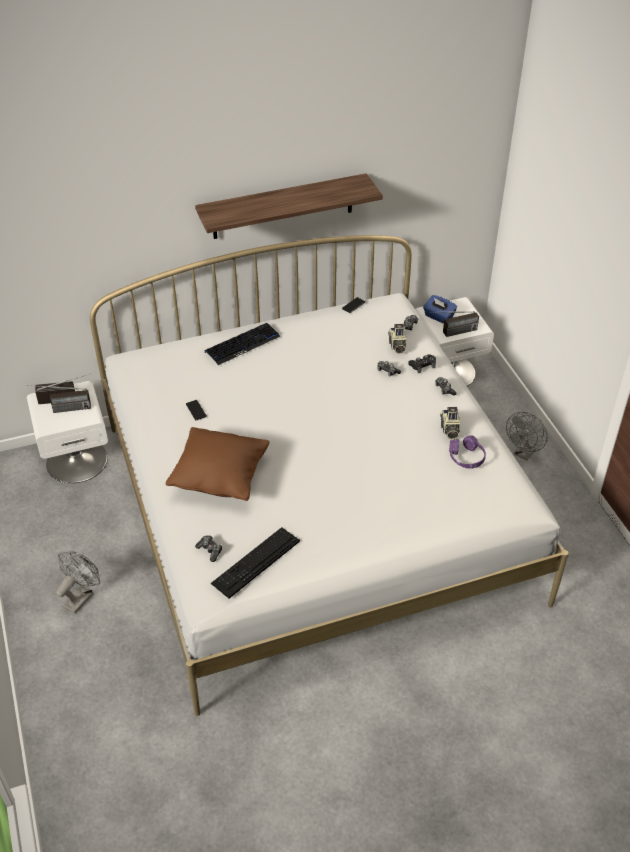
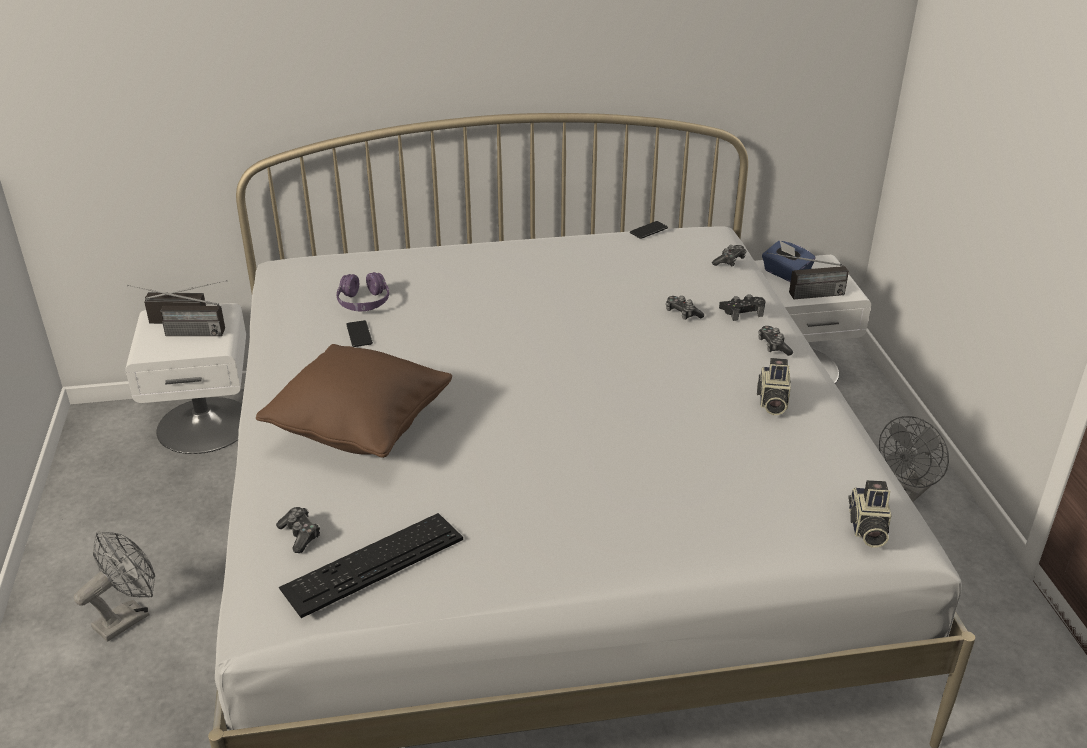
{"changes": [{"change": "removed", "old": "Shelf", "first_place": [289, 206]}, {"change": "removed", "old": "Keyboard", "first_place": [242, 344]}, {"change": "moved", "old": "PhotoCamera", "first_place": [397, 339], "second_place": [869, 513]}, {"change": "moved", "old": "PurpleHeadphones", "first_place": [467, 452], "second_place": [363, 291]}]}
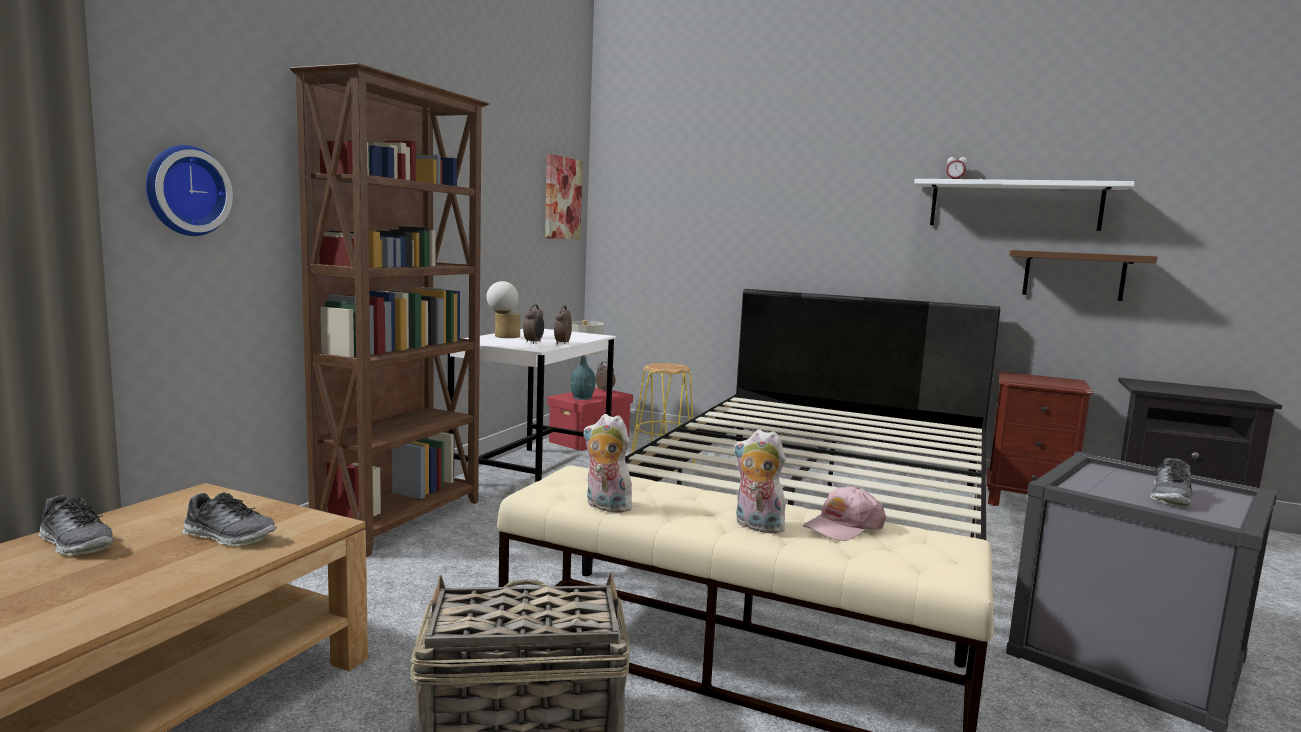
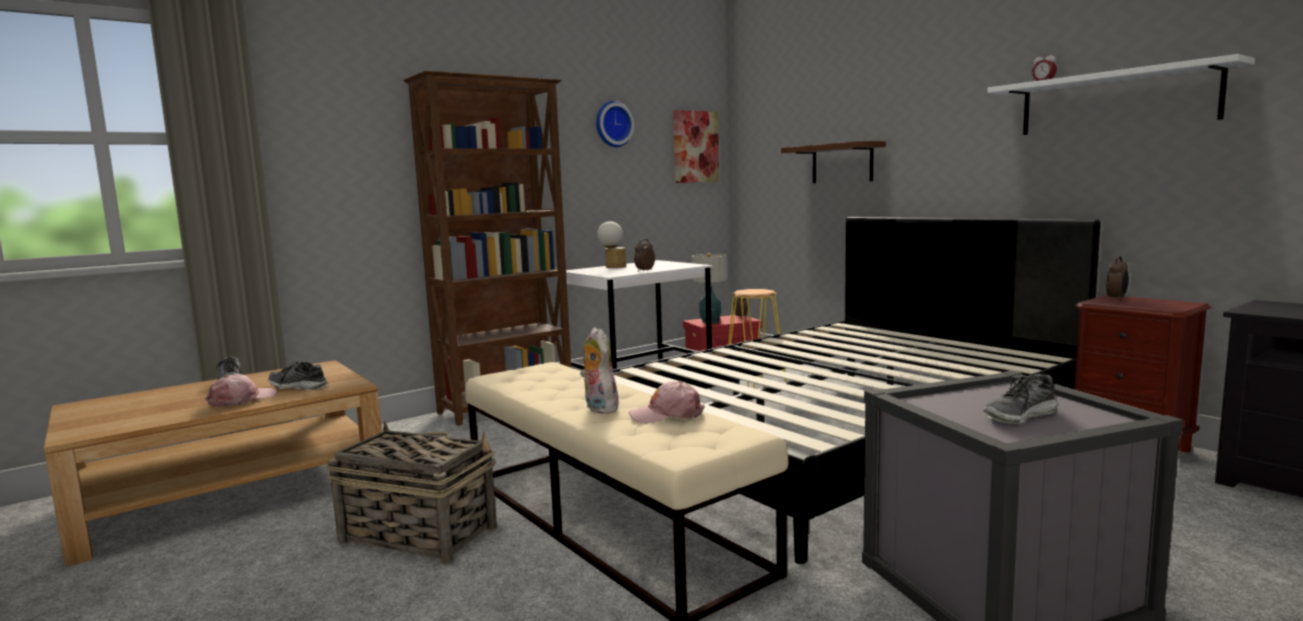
{"changes": [{"change": "moved", "old": "WallClock", "first_place": [189, 190], "second_place": [615, 124]}, {"change": "moved", "old": "BrownShelf", "first_place": [1083, 275], "second_place": [833, 162]}, {"change": "moved", "old": "AlarmClock", "first_place": [533, 324], "second_place": [1117, 278]}, {"change": "removed", "old": "PlushToy", "first_place": [609, 463]}, {"change": "turned", "old": "Shoe", "first_place": [229, 519], "second_place": [298, 376], "degrees": 150}, {"change": "added", "new": "PinkCap", "second_place": [241, 390]}]}
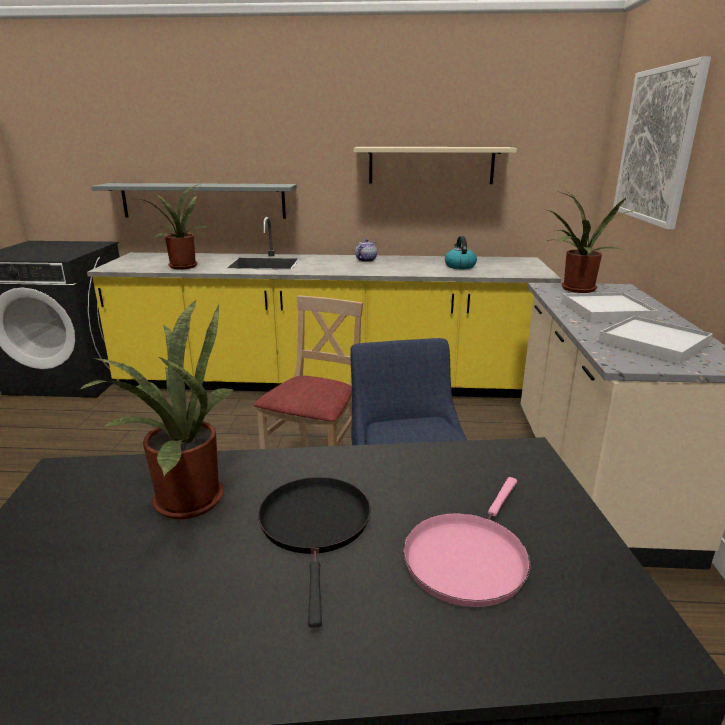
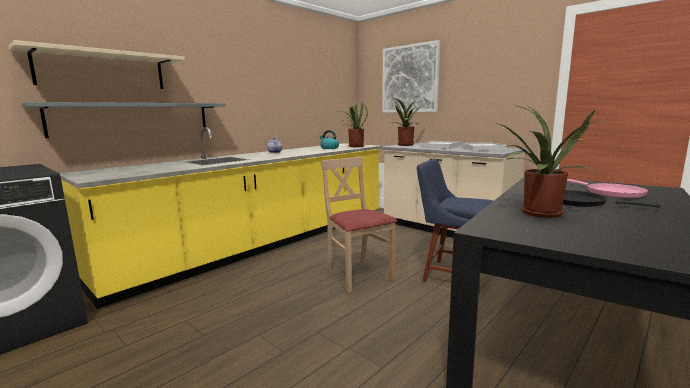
{"changes": [{"change": "moved", "old": "BeigeShelf", "first_place": [435, 165], "second_place": [96, 64]}, {"change": "moved", "old": "PottedPlant", "first_place": [175, 226], "second_place": [353, 124]}]}
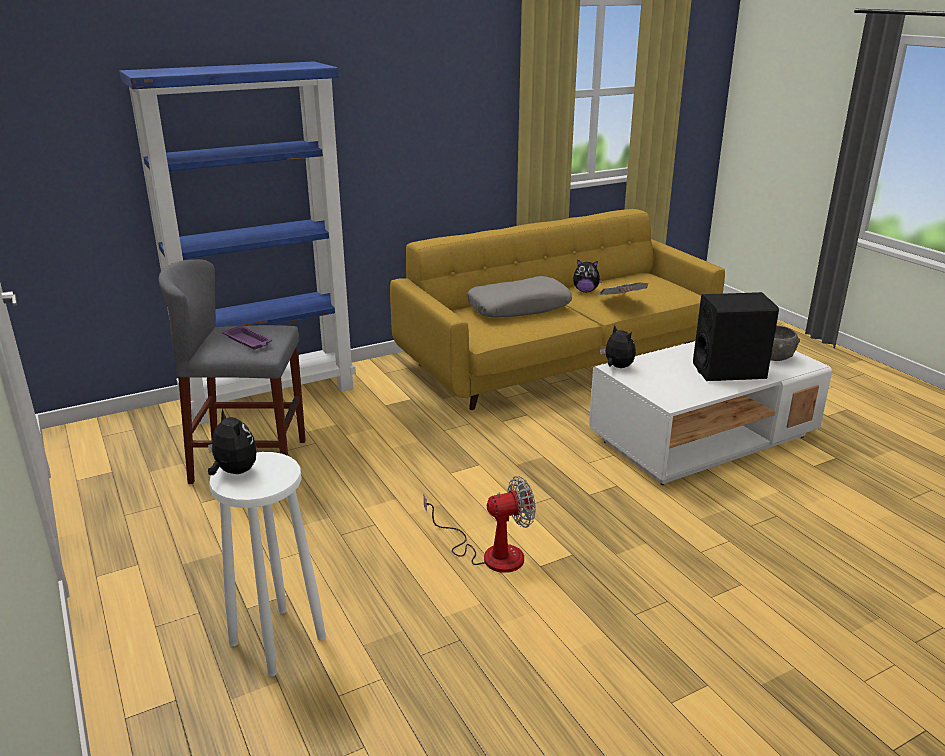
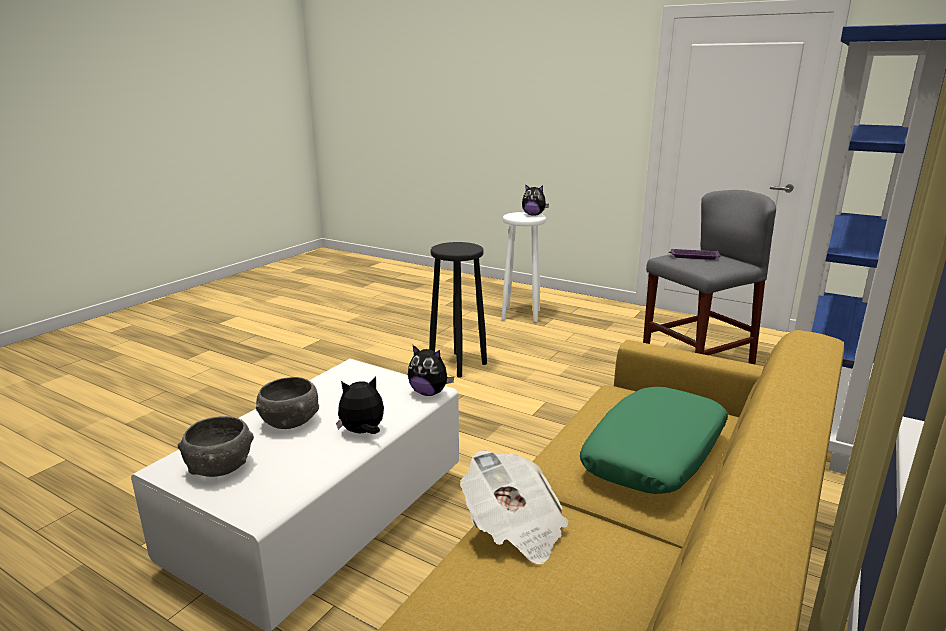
{"changes": [{"change": "moved", "old": "PlushToy", "first_place": [587, 276], "second_place": [360, 405]}, {"change": "recoloured", "old": "GreyPillow", "new": "GreenPillow", "first_place": [519, 297], "second_place": [654, 440]}, {"change": "replaced", "old": "BlackSpeaker", "new": "GreyBowl", "first_place": [736, 336], "second_place": [287, 403]}, {"change": "replaced", "old": "Fan", "new": "BlackStool", "first_place": [480, 524], "second_place": [458, 310]}]}
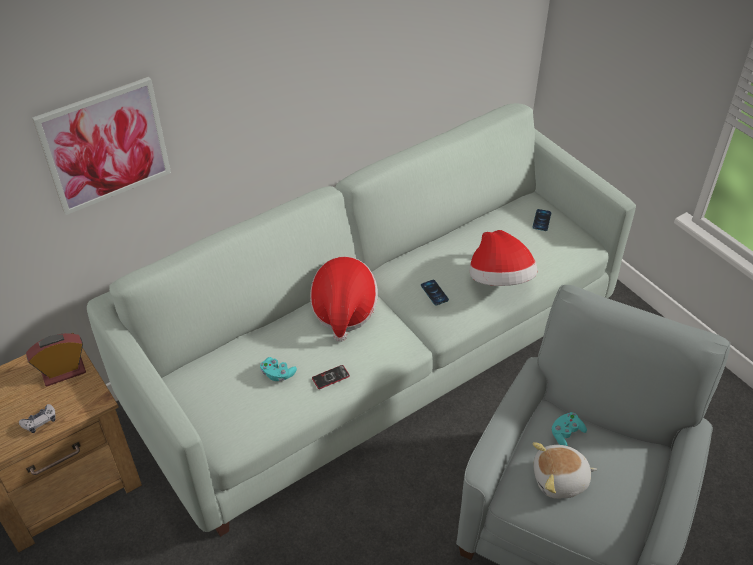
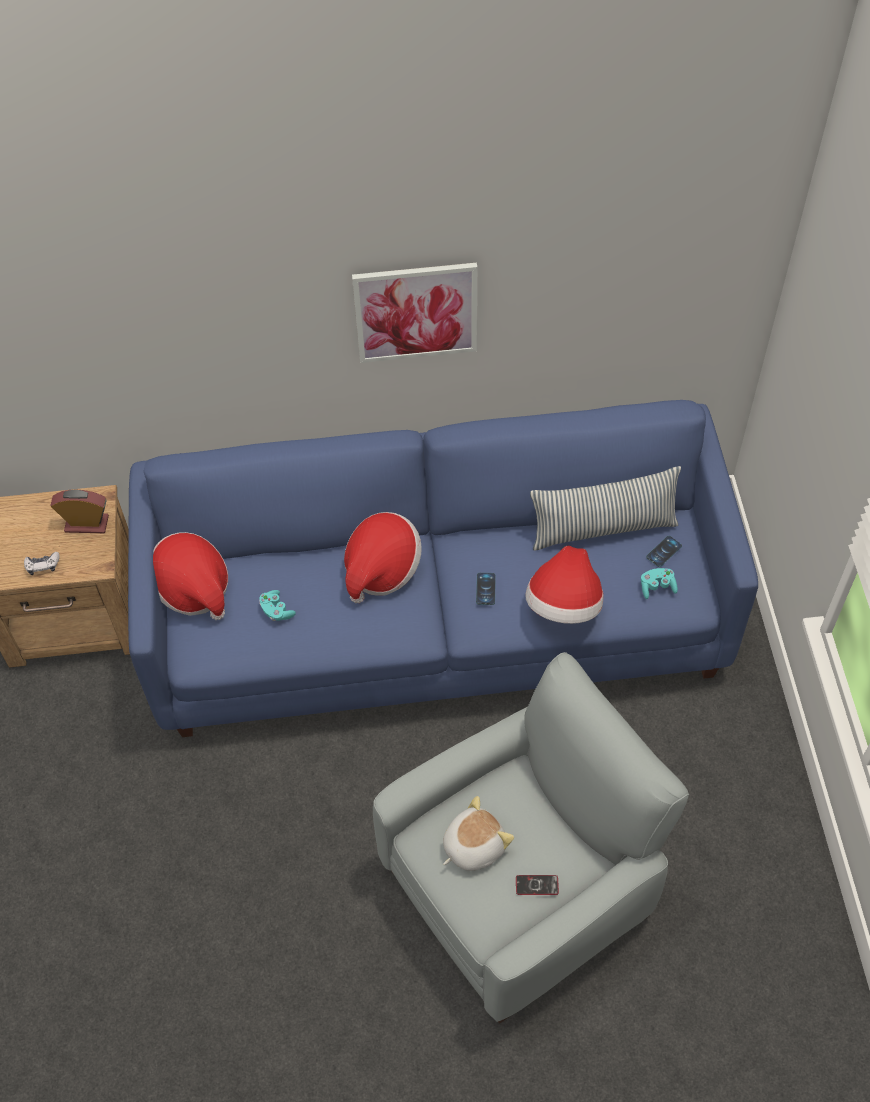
{"changes": [{"change": "moved", "old": "Picture", "first_place": [101, 146], "second_place": [414, 313]}, {"change": "recoloured", "old": "WhiteSofa", "new": "BlueSofa", "first_place": [361, 320], "second_place": [443, 568]}, {"change": "moved", "old": "Phone", "first_place": [331, 377], "second_place": [537, 885]}, {"change": "moved", "old": "TurquoiseGameController", "first_place": [569, 429], "second_place": [659, 583]}, {"change": "turned", "old": "PlushToy", "first_place": [564, 470], "second_place": [478, 833], "degrees": 120}, {"change": "added", "new": "Pillow", "second_place": [605, 508]}, {"change": "added", "new": "Hat", "second_place": [190, 576]}]}
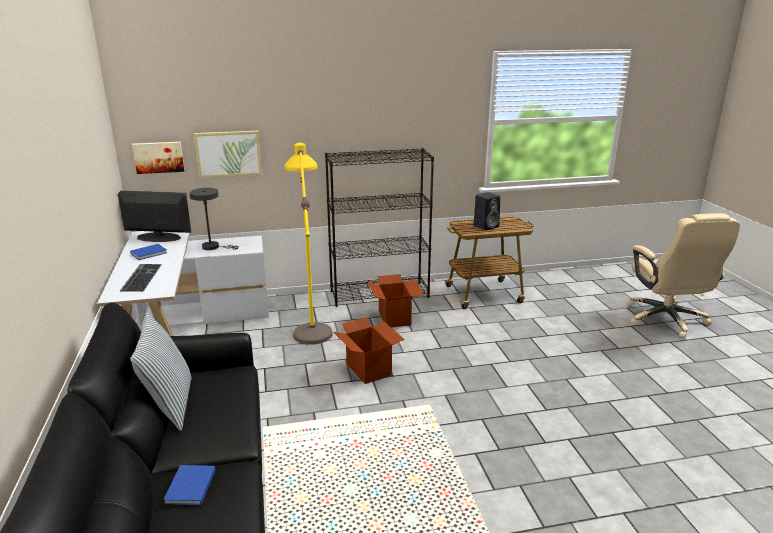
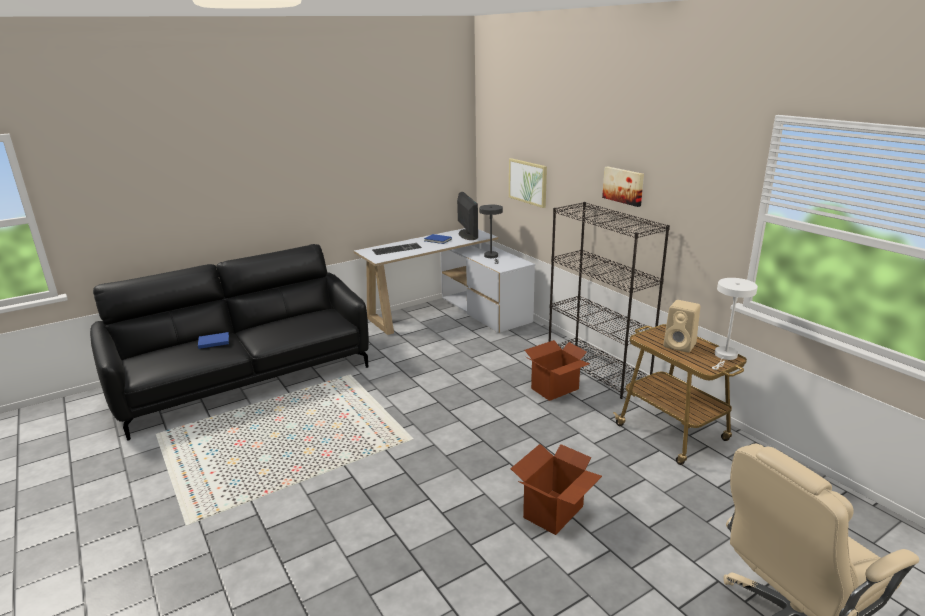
{"changes": [{"change": "moved", "old": "Picture", "first_place": [158, 158], "second_place": [623, 186]}, {"change": "removed", "old": "YellowFloorLamp", "first_place": [309, 244]}, {"change": "recoloured", "old": "BlackSpeaker", "new": "BeigeSpeaker", "first_place": [486, 211], "second_place": [681, 326]}, {"change": "removed", "old": "Pillow", "first_place": [161, 371]}, {"change": "moved", "old": "CardboardBox", "first_place": [369, 350], "second_place": [556, 489]}, {"change": "added", "new": "WhiteTableLamp", "second_place": [735, 324]}]}
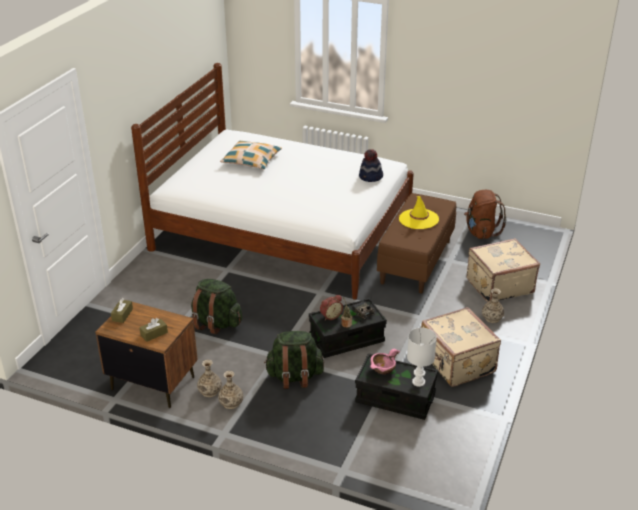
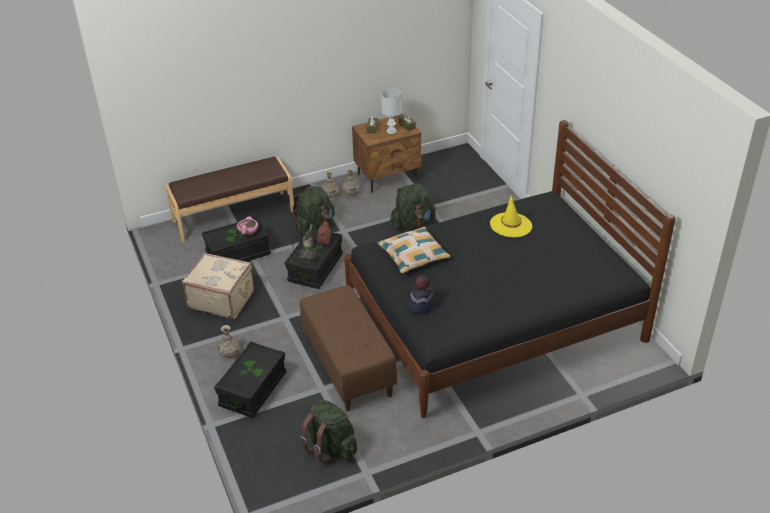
{"changes": [{"change": "recoloured", "old": "WhiteBed", "new": "BlackBed", "first_place": [272, 181], "second_place": [510, 269]}, {"change": "moved", "old": "Pillow", "first_place": [251, 155], "second_place": [414, 250]}, {"change": "recoloured", "old": "BrownBackpack", "new": "GreenBackpack", "first_place": [485, 214], "second_place": [328, 431]}, {"change": "moved", "old": "YellowHat", "first_place": [419, 212], "second_place": [511, 216]}, {"change": "replaced", "old": "BeigeSuitcase", "new": "BlackStorageBox", "first_place": [503, 270], "second_place": [250, 379]}, {"change": "moved", "old": "WhiteTableLamp", "first_place": [422, 357], "second_place": [391, 111]}, {"change": "added", "new": "BrownBench", "second_place": [229, 199]}]}
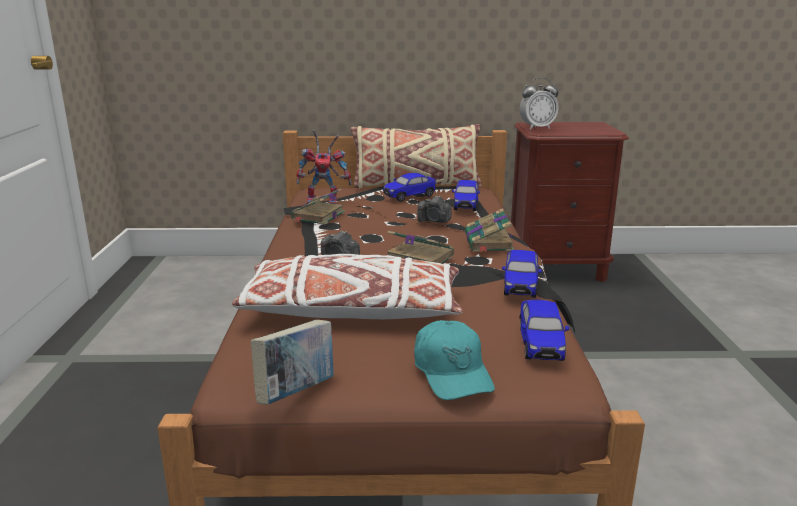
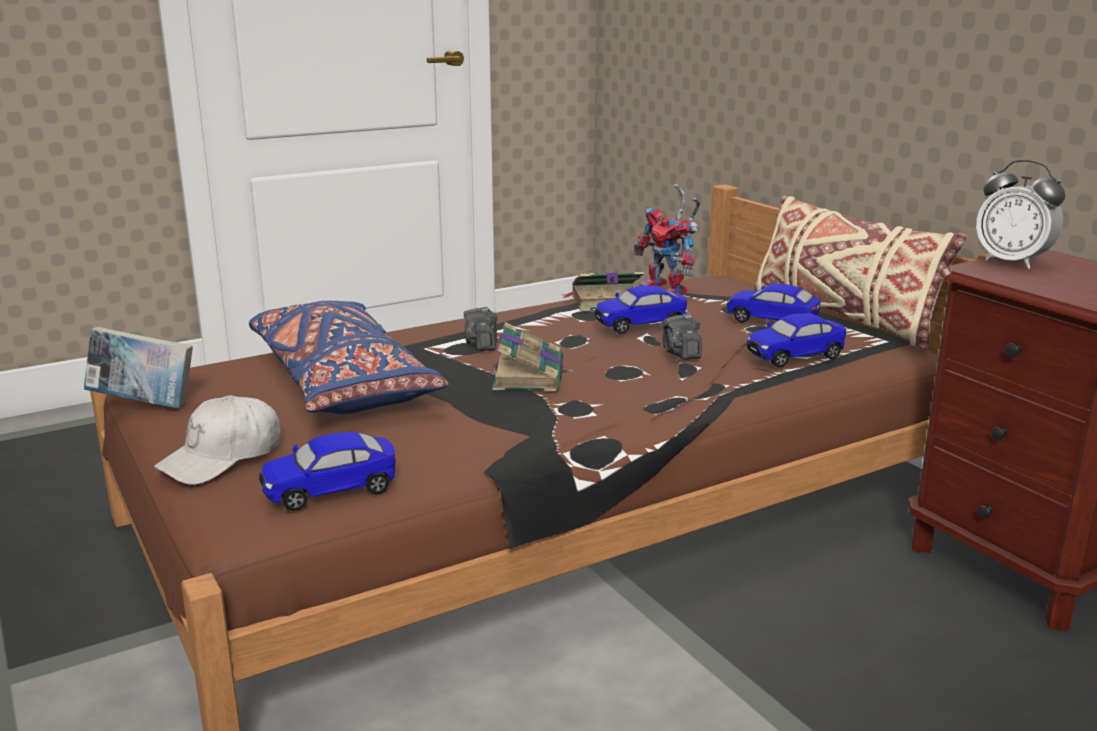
{"changes": [{"change": "removed", "old": "Book", "first_place": [489, 230]}, {"change": "moved", "old": "ToyCar", "first_place": [522, 274], "second_place": [640, 309]}, {"change": "recoloured", "old": "WhitePillow", "new": "BluePillow", "first_place": [347, 286], "second_place": [349, 357]}, {"change": "recoloured", "old": "TurquoiseCap", "new": "WhiteCap", "first_place": [454, 360], "second_place": [217, 440]}]}
